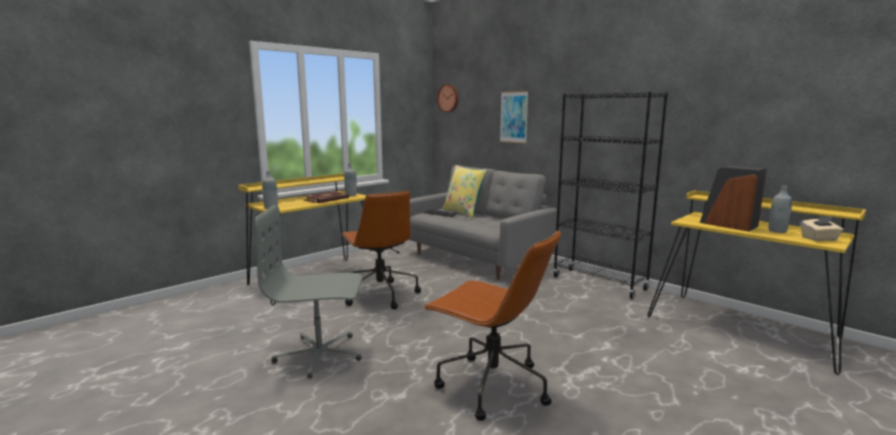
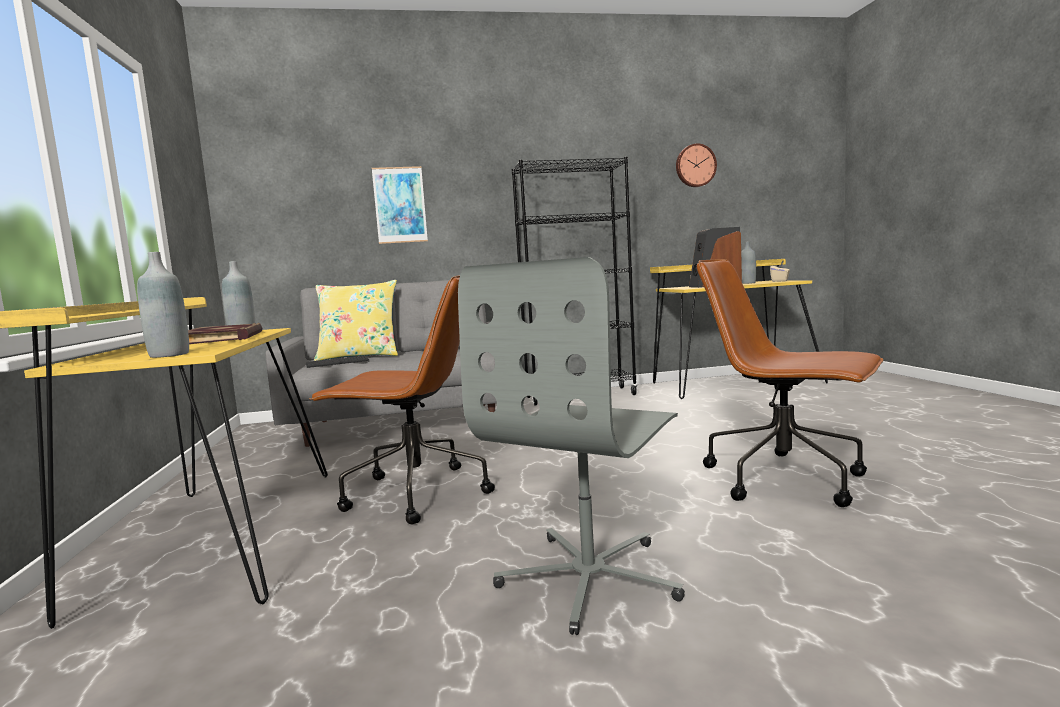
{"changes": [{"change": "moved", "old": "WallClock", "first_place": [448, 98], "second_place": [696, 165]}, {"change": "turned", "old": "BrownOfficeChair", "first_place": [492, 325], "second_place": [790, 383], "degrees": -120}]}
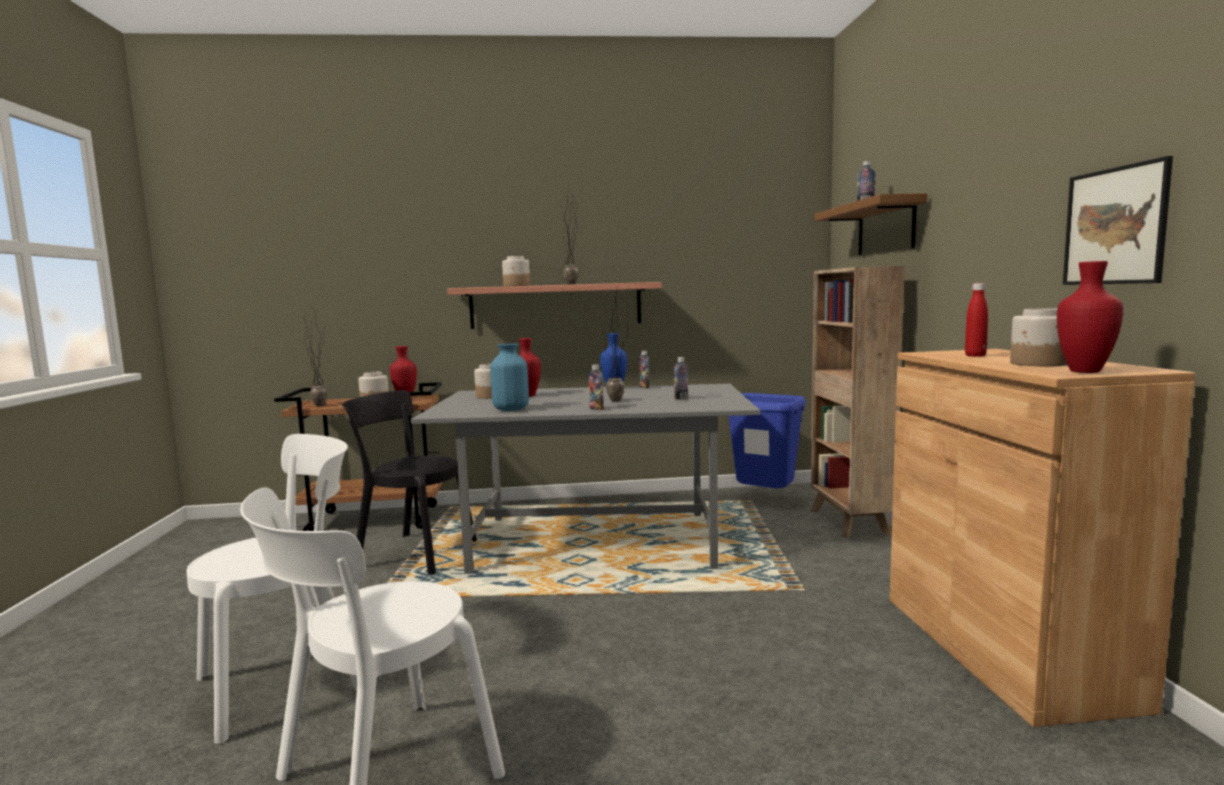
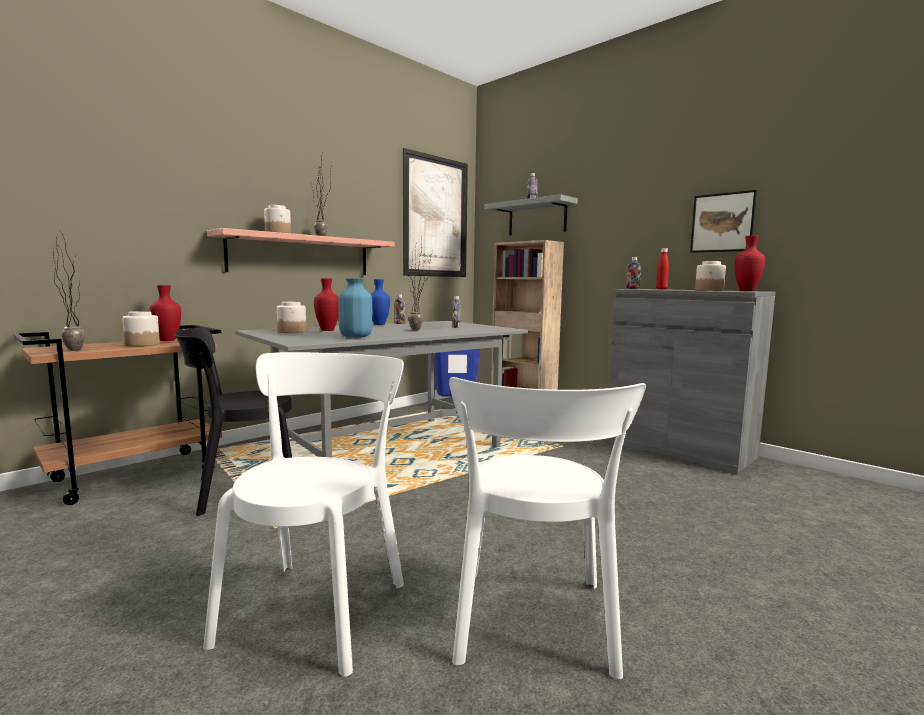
{"changes": [{"change": "recoloured", "old": "BrownShelf", "new": "GreyShelf", "first_place": [871, 224], "second_place": [531, 215]}, {"change": "recoloured", "old": "BrownCabinet", "new": "GreyCabinet", "first_place": [1042, 538], "second_place": [691, 382]}, {"change": "moved", "old": "Bottle", "first_place": [596, 387], "second_place": [633, 273]}, {"change": "added", "new": "Picture", "second_place": [435, 212]}]}
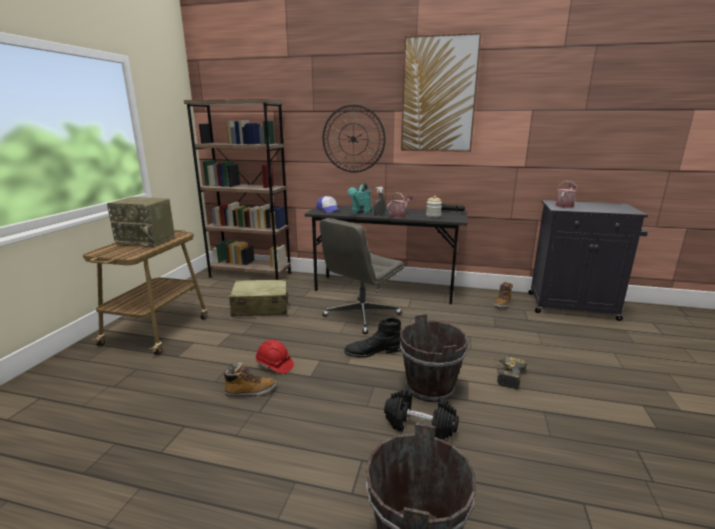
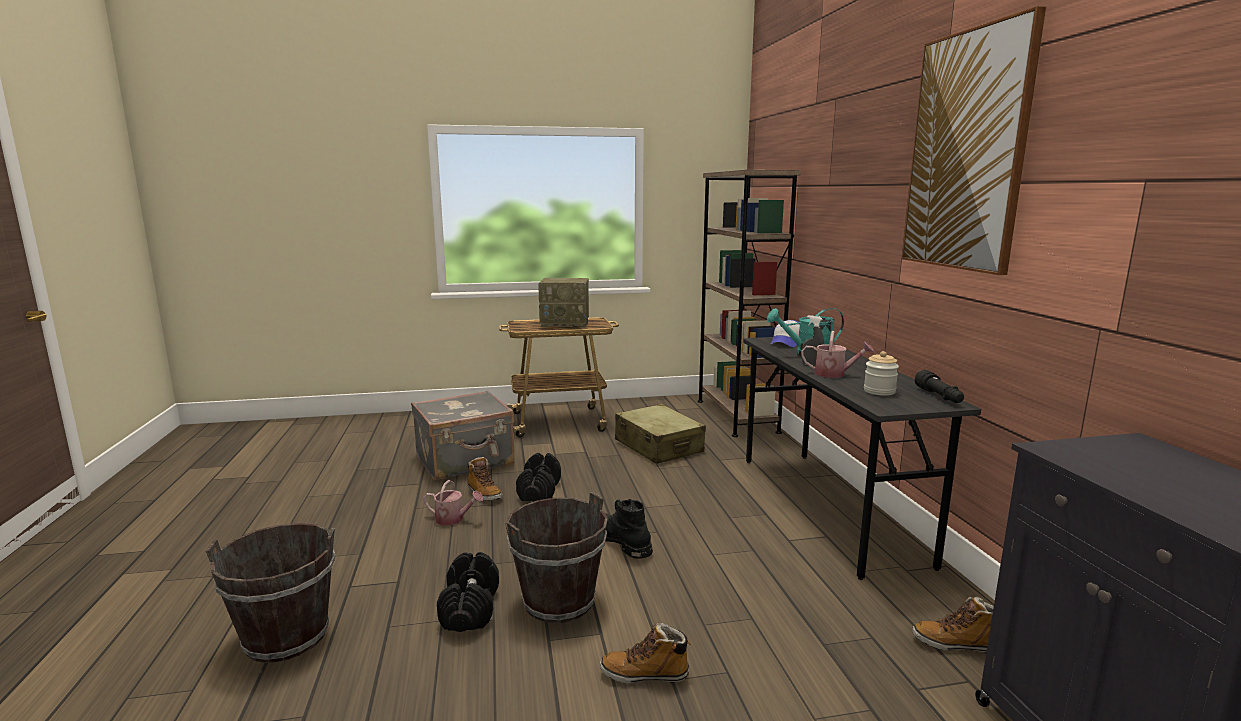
{"changes": [{"change": "removed", "old": "WallClock", "first_place": [354, 139]}, {"change": "moved", "old": "WateringCan", "first_place": [567, 194], "second_place": [453, 503]}, {"change": "turned", "old": "Radio", "first_place": [141, 222], "second_place": [563, 303], "degrees": -75}, {"change": "removed", "old": "GreyOfficeChair", "first_place": [362, 276]}, {"change": "replaced", "old": "RedHardHat", "new": "BlackDumbbell", "first_place": [274, 357], "second_place": [538, 477]}, {"change": "replaced", "old": "PowerDrill", "new": "Boot", "first_place": [510, 373], "second_place": [645, 653]}, {"change": "added", "new": "GreySuitcase", "second_place": [463, 435]}]}
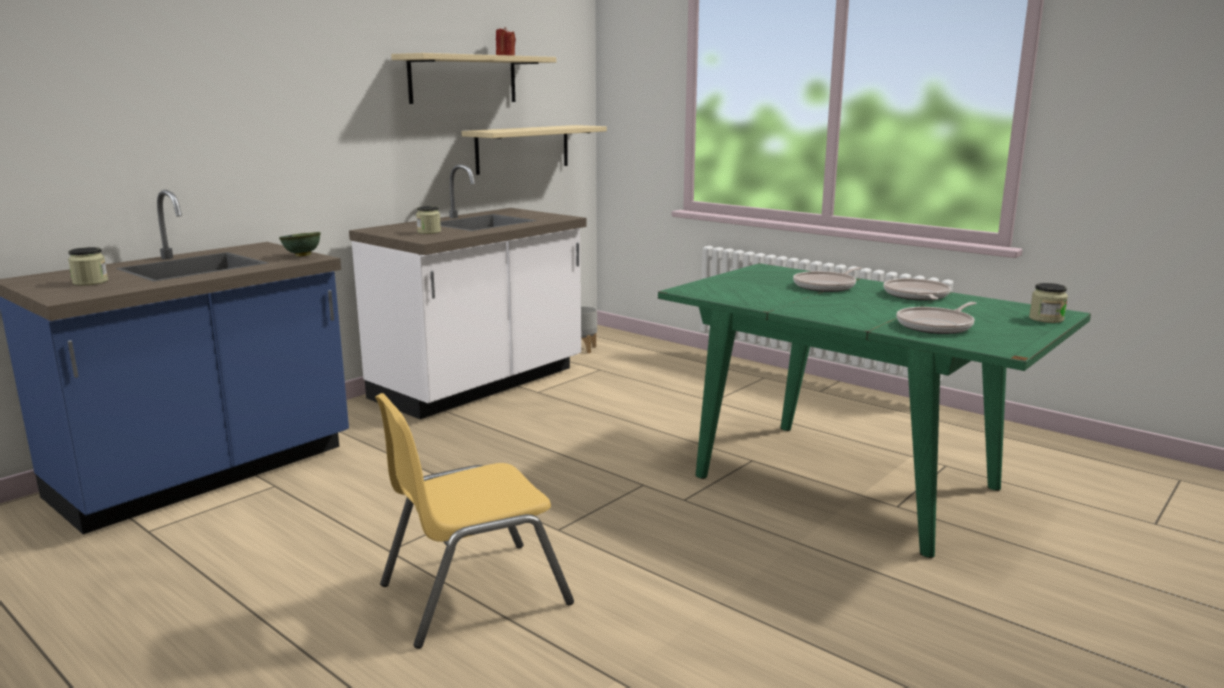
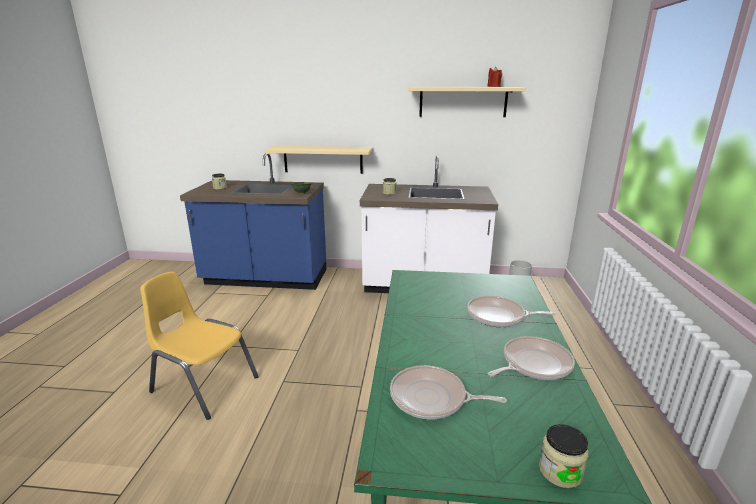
{"changes": [{"change": "moved", "old": "BeigeShelf", "first_place": [534, 150], "second_place": [318, 160]}]}
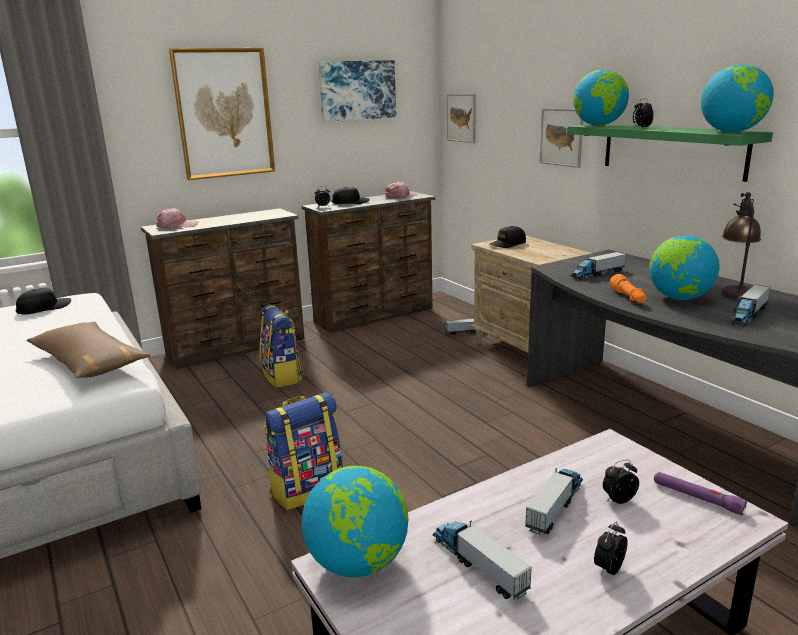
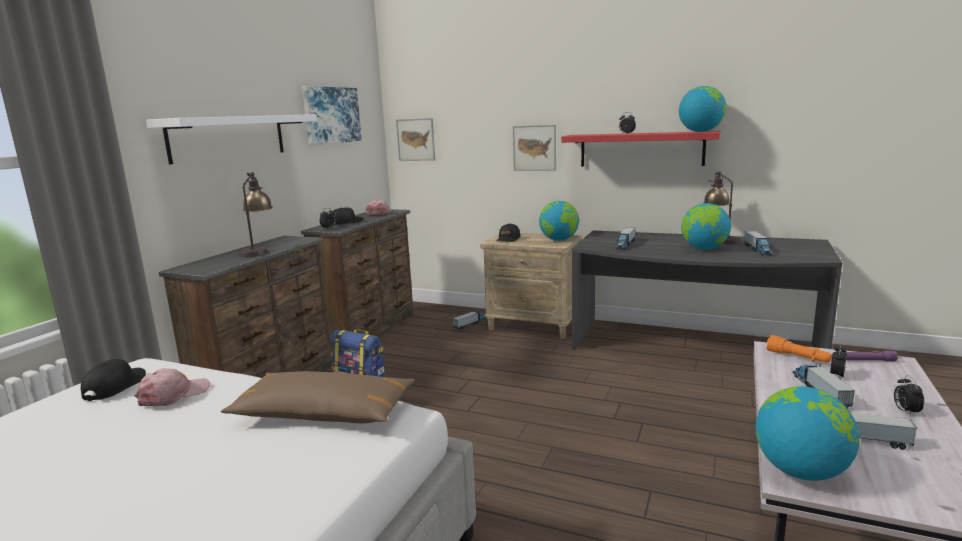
{"changes": [{"change": "replaced", "old": "Picture", "new": "WhiteShelf", "first_place": [222, 114], "second_place": [231, 139]}, {"change": "moved", "old": "Globe", "first_place": [601, 98], "second_place": [559, 221]}, {"change": "recoloured", "old": "GreenShelf", "new": "RedShelf", "first_place": [670, 153], "second_place": [641, 149]}, {"change": "moved", "old": "PinkCap", "first_place": [177, 218], "second_place": [172, 387]}, {"change": "moved", "old": "OrangeFlashlight", "first_place": [628, 288], "second_place": [799, 349]}, {"change": "removed", "old": "Backpack", "first_place": [303, 451]}, {"change": "added", "new": "TableLamp", "second_place": [256, 214]}]}
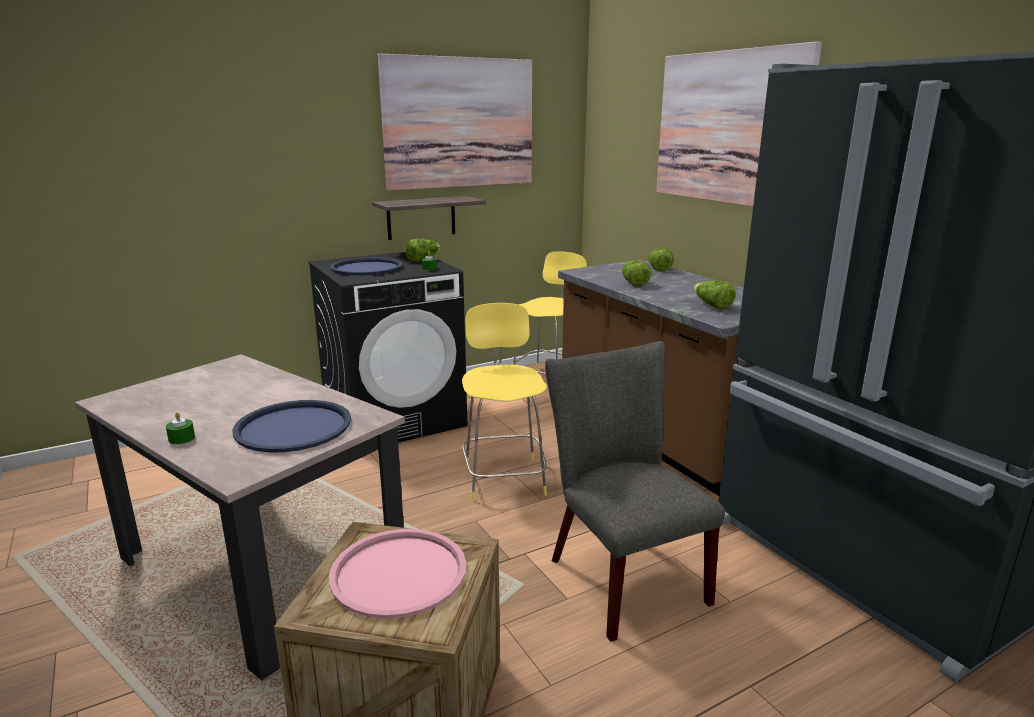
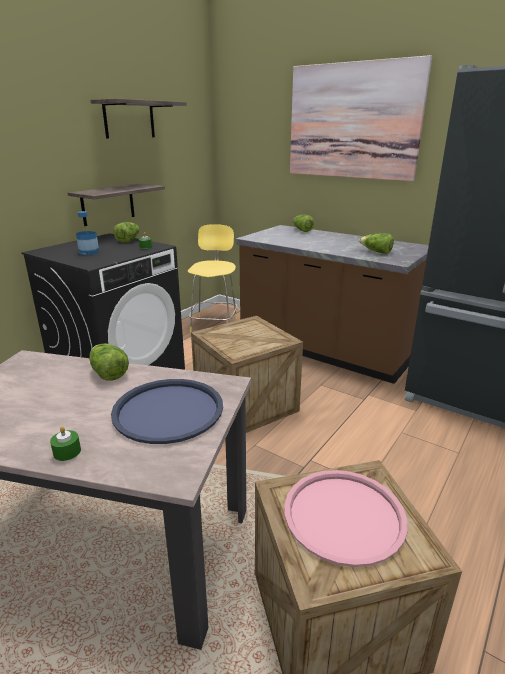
{"changes": [{"change": "replaced", "old": "Picture", "new": "Shelf", "first_place": [455, 122], "second_place": [139, 119]}, {"change": "replaced", "old": "BlueTray", "new": "Bottle", "first_place": [366, 266], "second_place": [87, 233]}, {"change": "moved", "old": "Lettuce", "first_place": [636, 273], "second_place": [109, 362]}, {"change": "replaced", "old": "YellowStool", "new": "Crate", "first_place": [504, 402], "second_place": [247, 374]}, {"change": "removed", "old": "GreyChair", "first_place": [635, 491]}]}
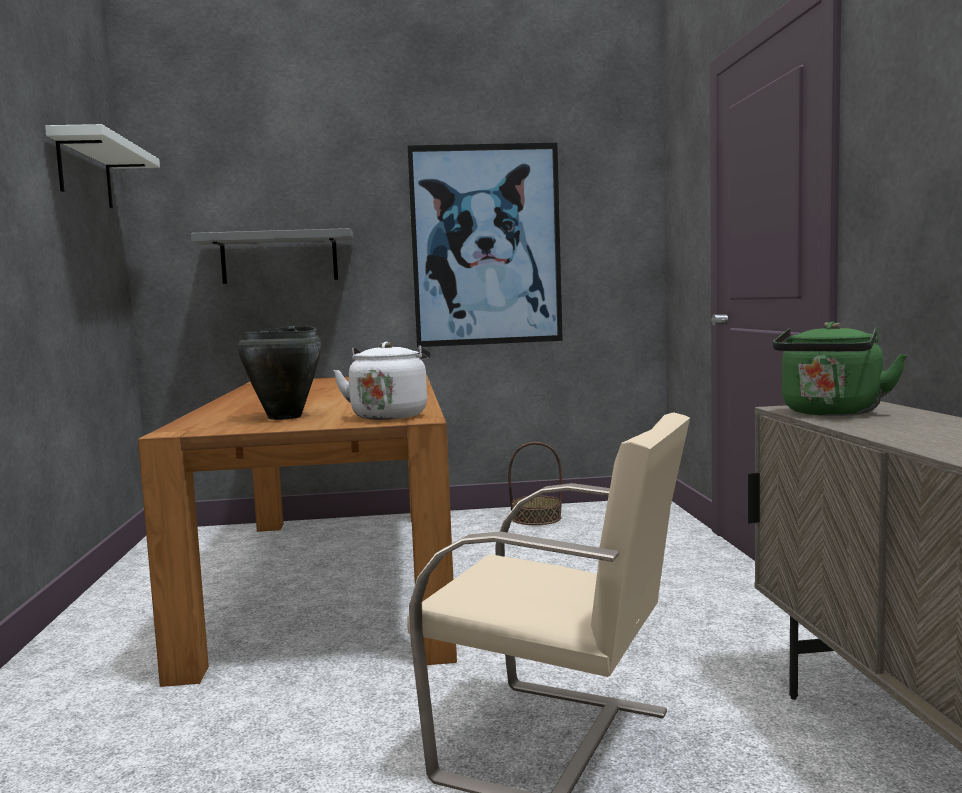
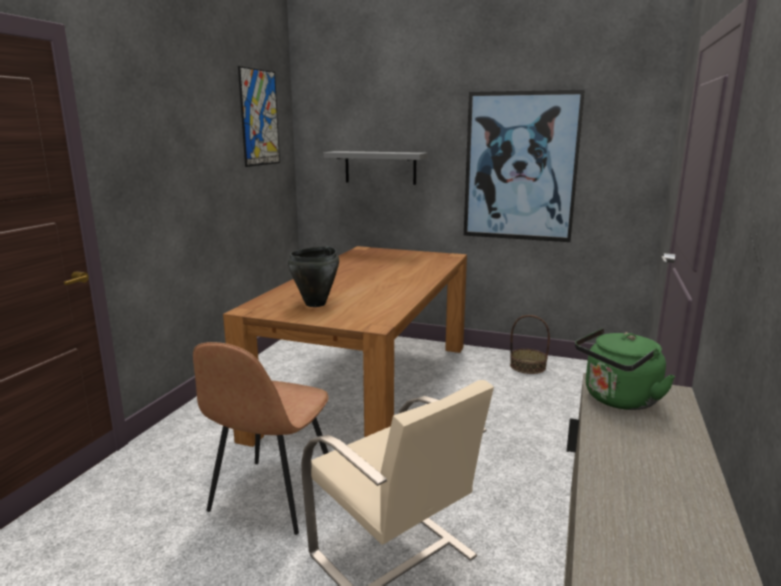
{"changes": [{"change": "replaced", "old": "WhiteShelf", "new": "Picture", "first_place": [102, 166], "second_place": [259, 116]}, {"change": "removed", "old": "WhiteKettle", "first_place": [382, 381]}, {"change": "added", "new": "BrownChair", "second_place": [261, 438]}]}
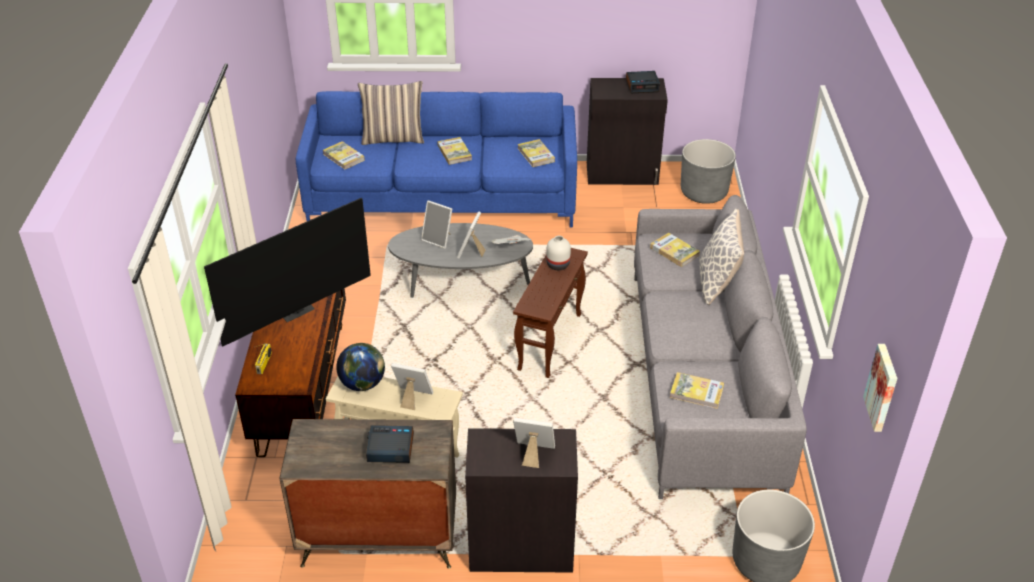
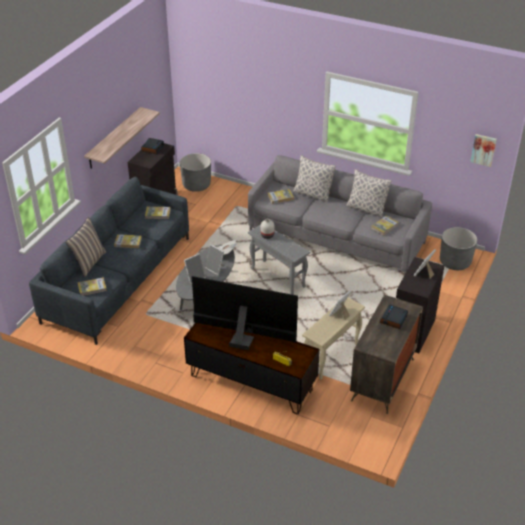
{"changes": [{"change": "recoloured", "old": "BlueSofa", "new": "GreySofa", "first_place": [436, 159], "second_place": [109, 261]}, {"change": "turned", "old": "Television", "first_place": [287, 272], "second_place": [245, 313], "degrees": -60}, {"change": "recoloured", "old": "BrownSideTable", "new": "GreySideTable", "first_place": [550, 313], "second_place": [279, 260]}, {"change": "removed", "old": "Globe", "first_place": [360, 367]}, {"change": "added", "new": "Shelf", "second_place": [122, 138]}, {"change": "added", "new": "Pillow", "second_place": [369, 193]}]}
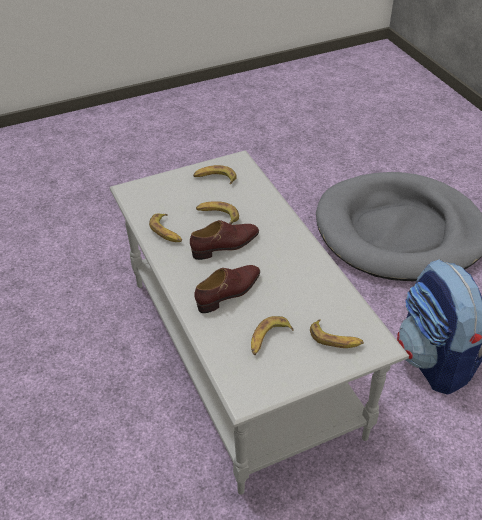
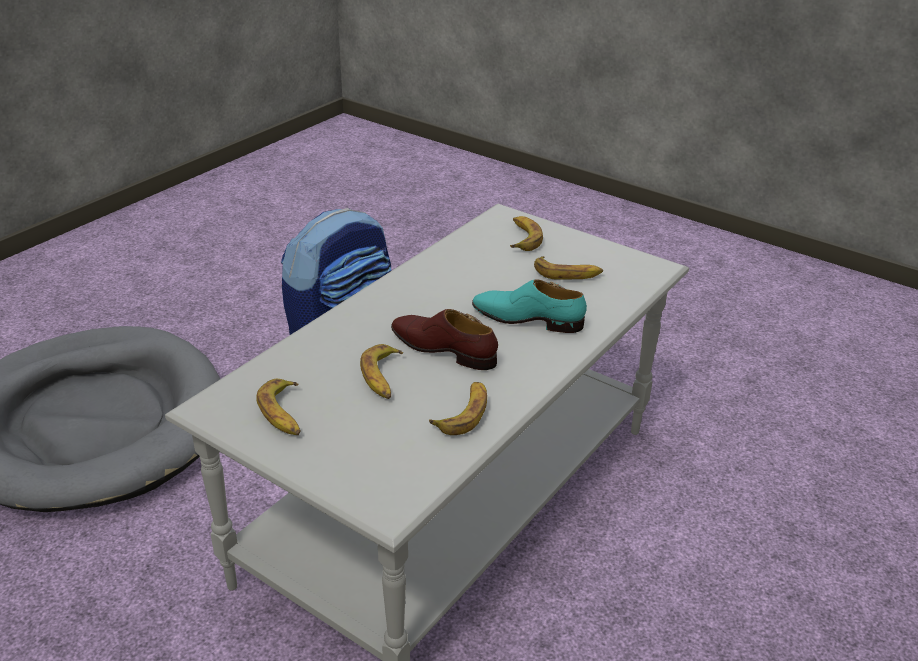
{"changes": [{"change": "recoloured", "old": "BrownShoe", "new": "TurquoiseShoe", "first_place": [227, 289], "second_place": [529, 306]}]}
